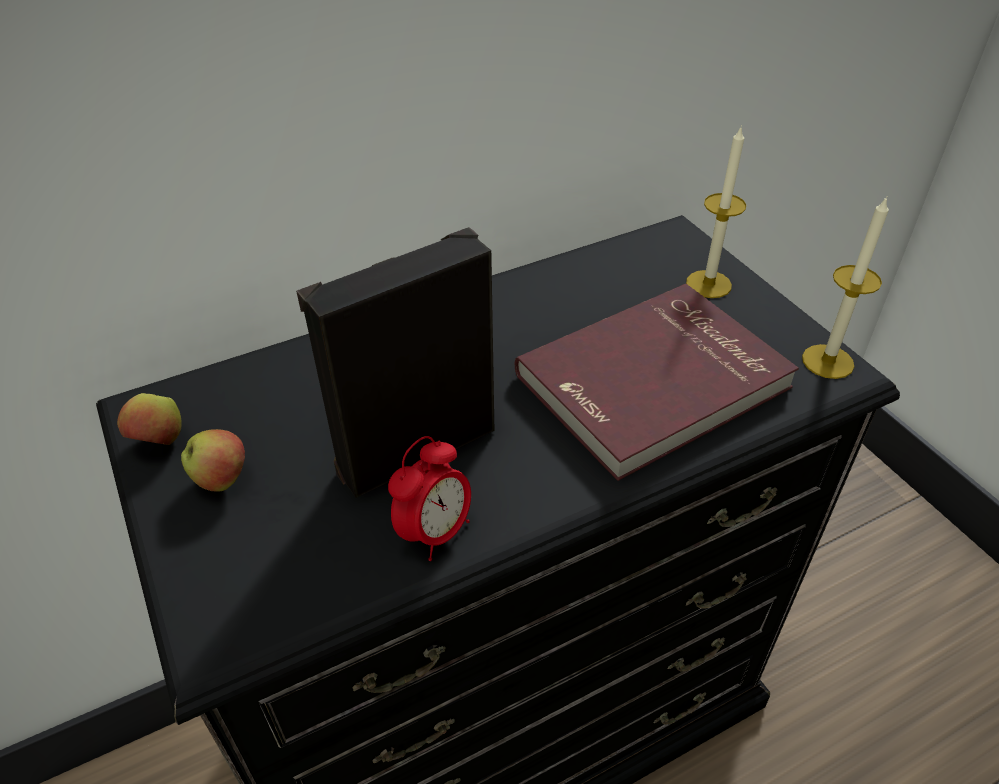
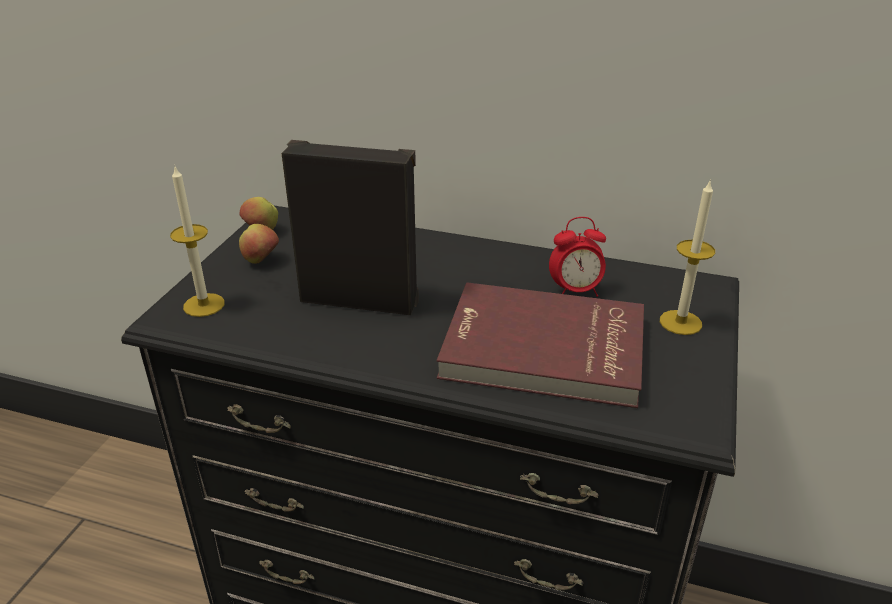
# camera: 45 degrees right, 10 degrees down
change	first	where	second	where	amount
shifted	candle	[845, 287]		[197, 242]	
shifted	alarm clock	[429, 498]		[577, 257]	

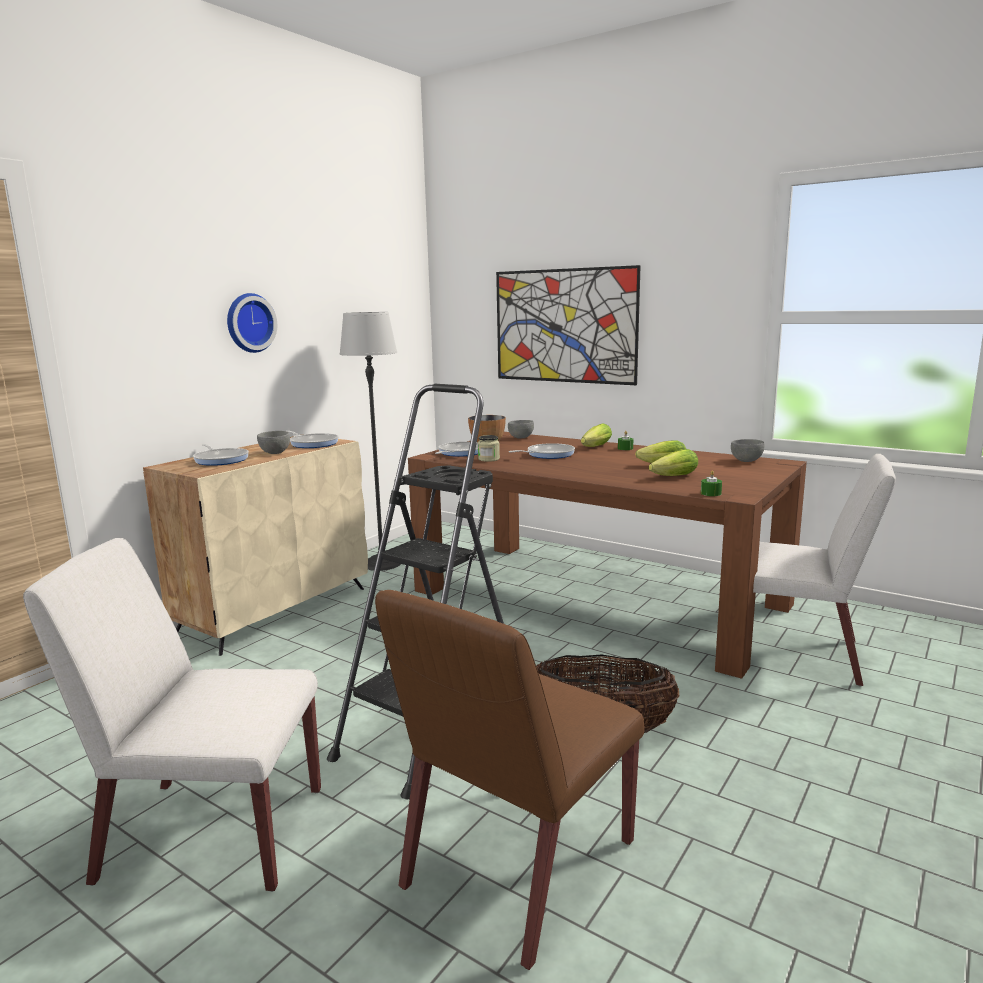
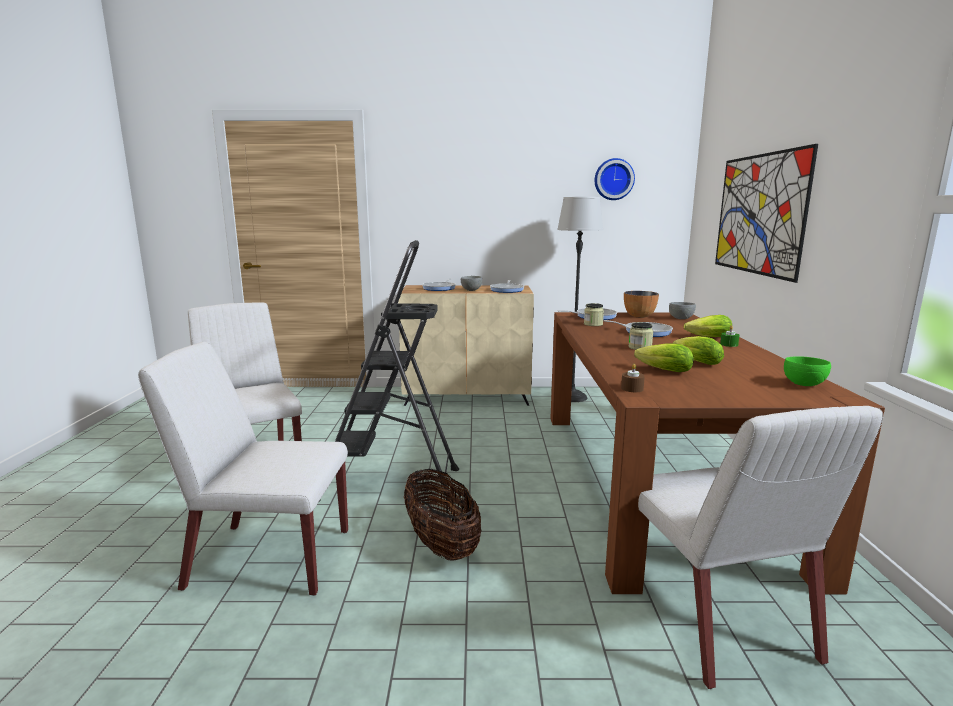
# camera: 55 degrees right, 0 degrees up
change	first	where	second	where	amount
repainted	brown chair	[509, 780]	white chair	[243, 469]	
shifted	wall clock	[252, 323]		[615, 179]	
repainted	green candle	[711, 483]	brown candle	[633, 378]	
new			jar	[641, 336]	
repainted	grey bowl	[747, 450]	green bowl	[807, 371]	

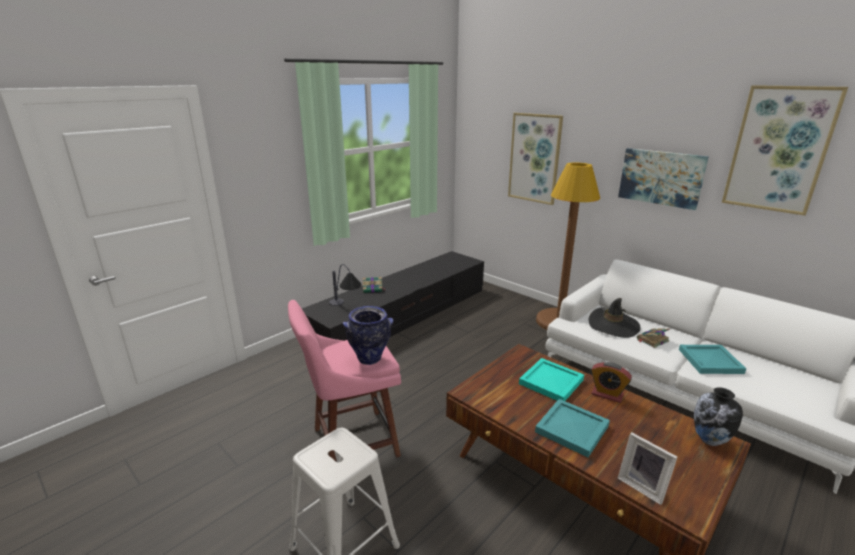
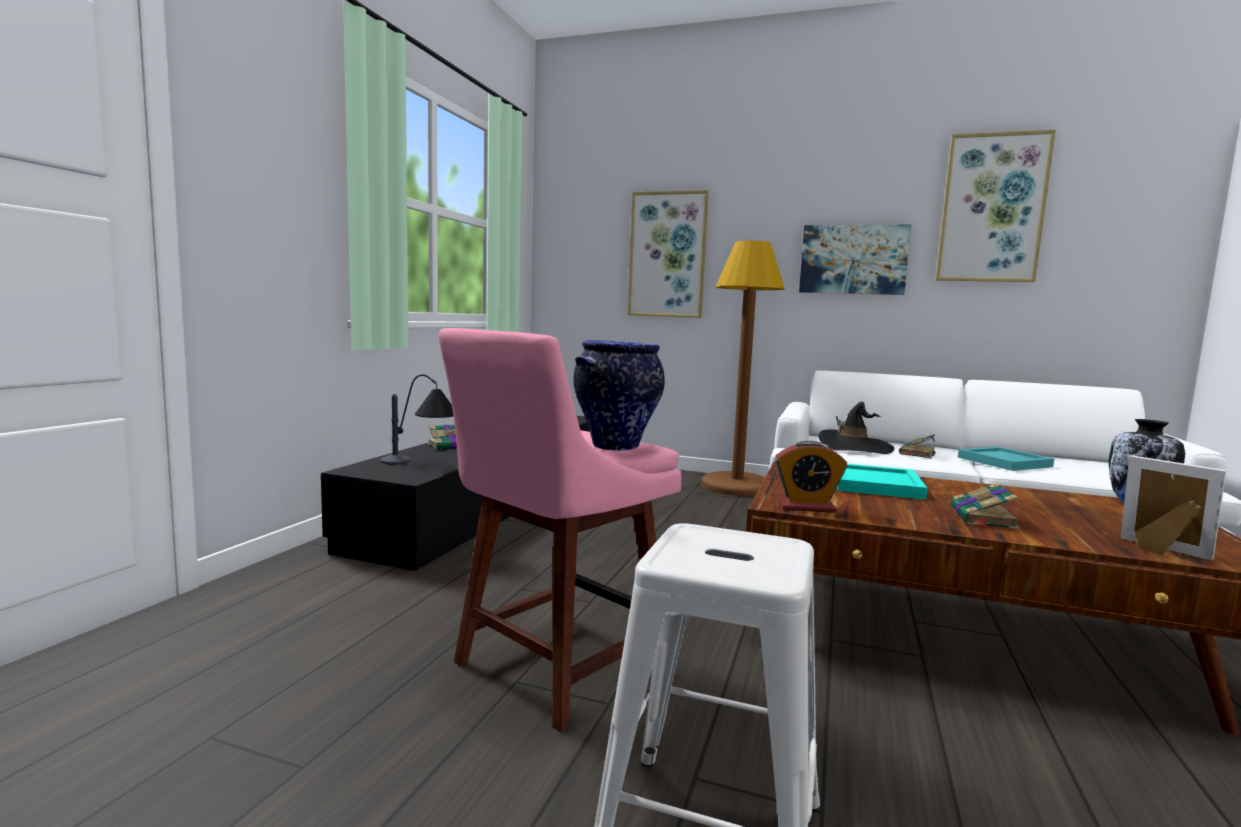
# camera: 25 degrees left, 15 degrees down
change	first	where	second	where	amount
shifted	alarm clock	[611, 382]		[811, 477]	
swapped	turquoise tray	[572, 428]	book	[984, 506]	
rotated	picture frame	[647, 468]		[1173, 507]	150 degrees counterclockwise

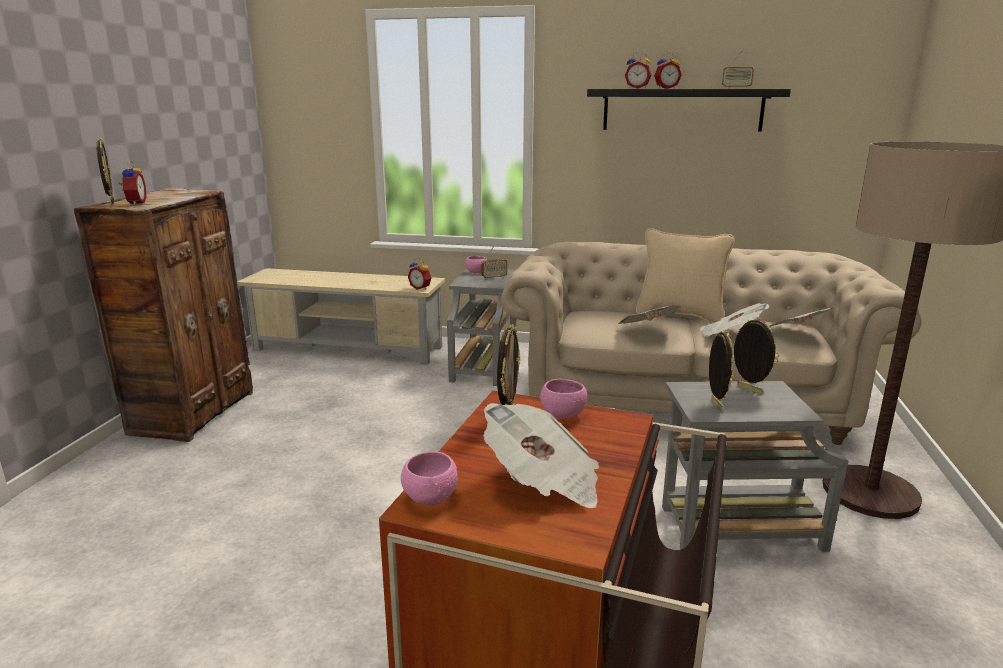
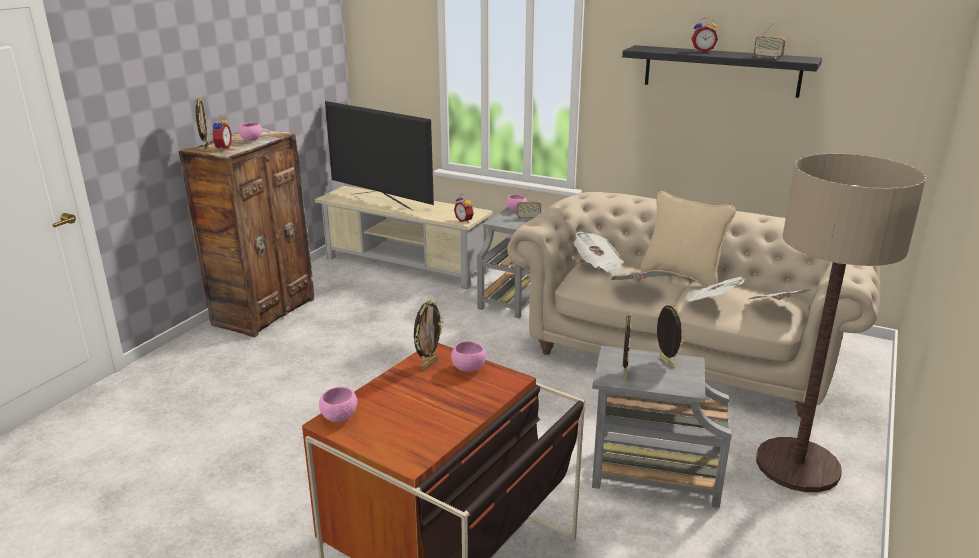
# camera: 15 degrees right, 5 degrees up
change	first	where	second	where	amount
new			pink bowl	[250, 131]	
new			television	[379, 155]	
shifted	newspaper	[541, 455]		[599, 253]	
gone	alarm clock	[638, 70]			

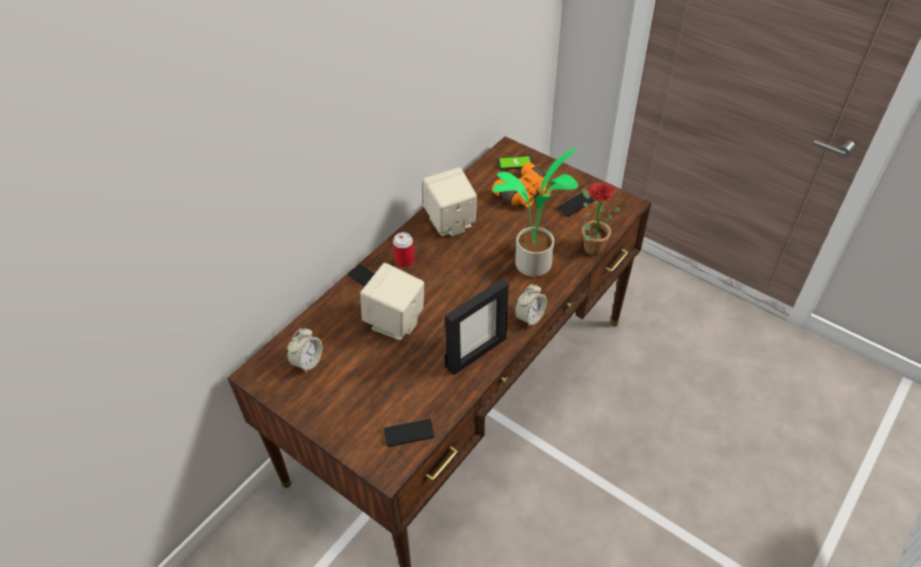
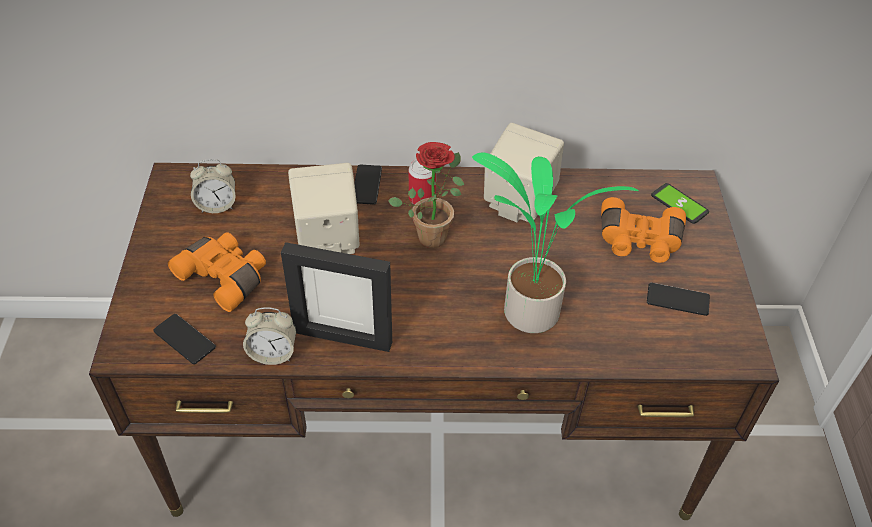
# camera: 50 degrees right, 0 degrees up
change	first	where	second	where	amount
new			orange binoculars	[217, 272]	
shifted	alarm clock	[530, 305]		[269, 336]	
shifted	potted plant	[601, 219]		[426, 195]	

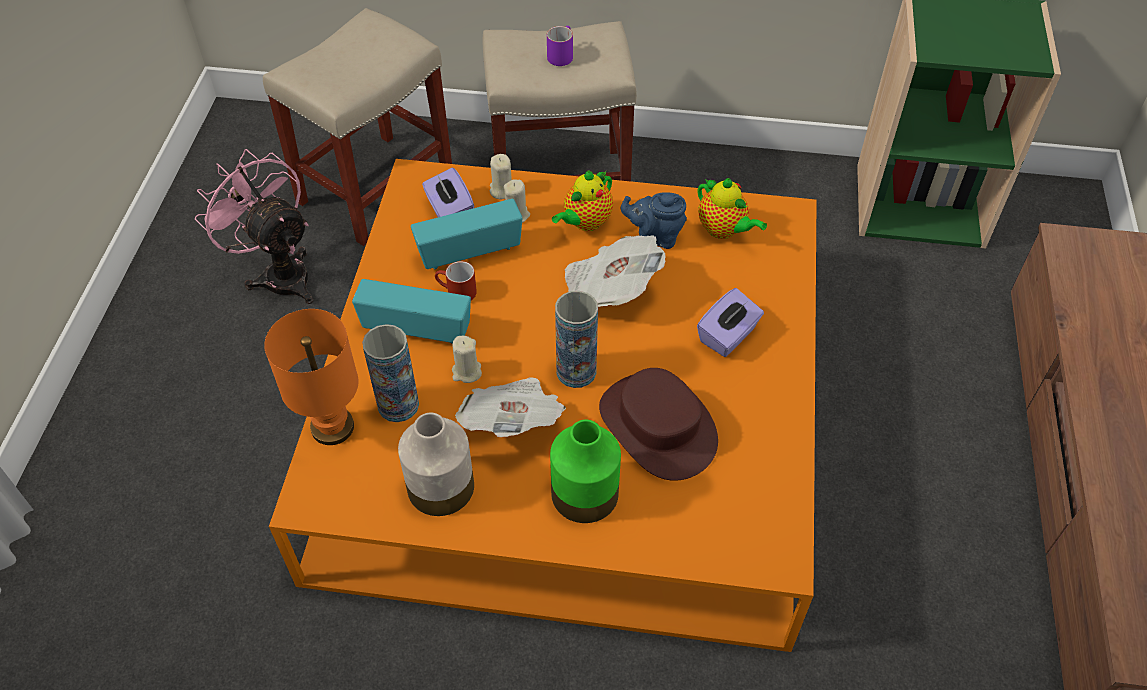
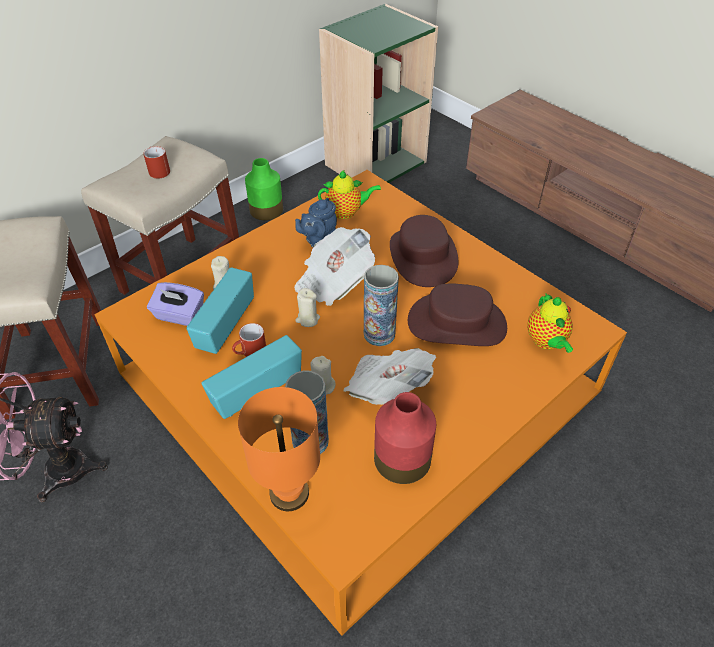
# camera: 50 degrees left, 5 degrees down
change	first	where	second	where	amount
repainted	purple mug	[560, 46]	red mug	[156, 162]	
shifted	green vase	[585, 471]		[264, 189]	
shifted	beige candle	[501, 176]		[307, 307]	
repainted	beige vase	[436, 464]	red vase	[405, 438]	
swapped	purple tissue box	[730, 322]	brown hat	[424, 251]	
shifted	teapot	[582, 201]		[550, 323]	

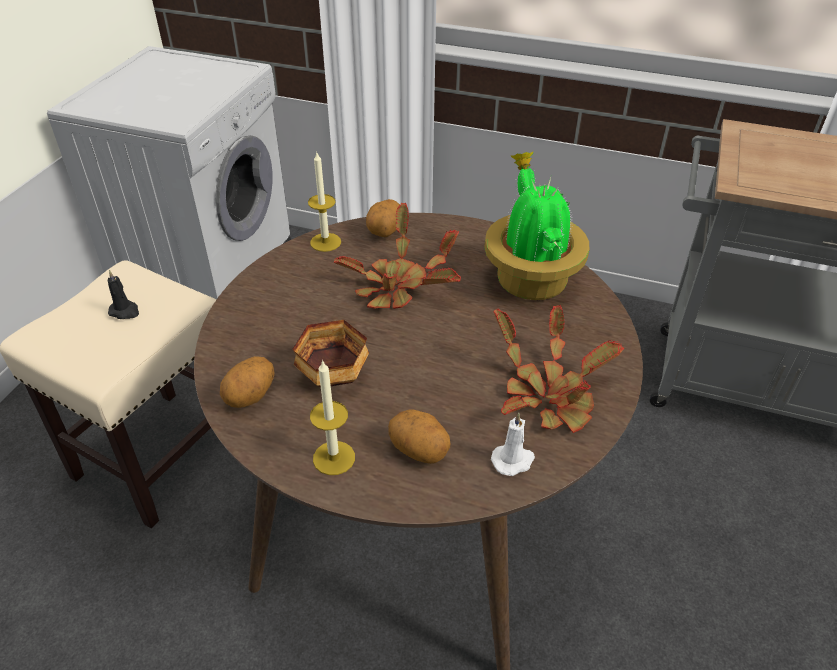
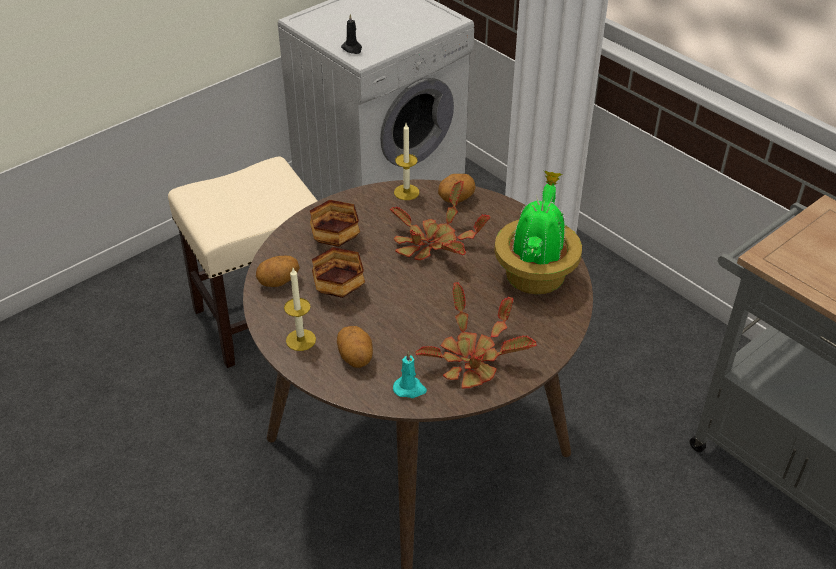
# camera: 30 degrees right, 0 degrees up
change	first	where	second	where	amount
new			bowl	[335, 223]	
shifted	black candle	[123, 294]		[351, 34]	
repainted	white candle	[513, 444]	turquoise candle	[410, 374]	

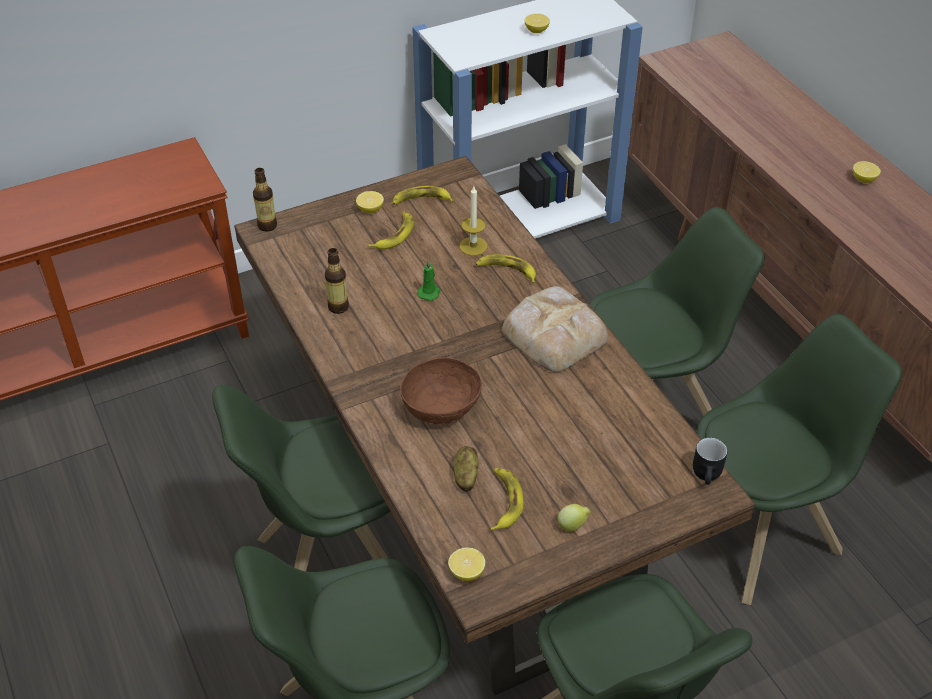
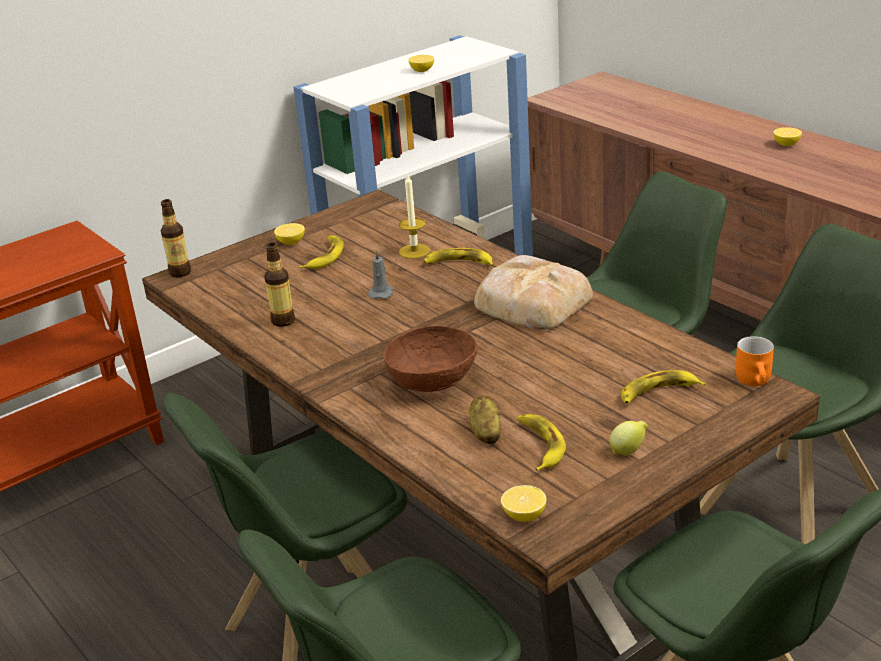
# camera: 10 degrees left, 15 degrees down
change	first	where	second	where	amount
repainted	green candle	[429, 280]	grey candle	[380, 274]	
shifted	banana	[423, 195]		[663, 387]	
repainted	black mug	[710, 461]	orange mug	[755, 361]	

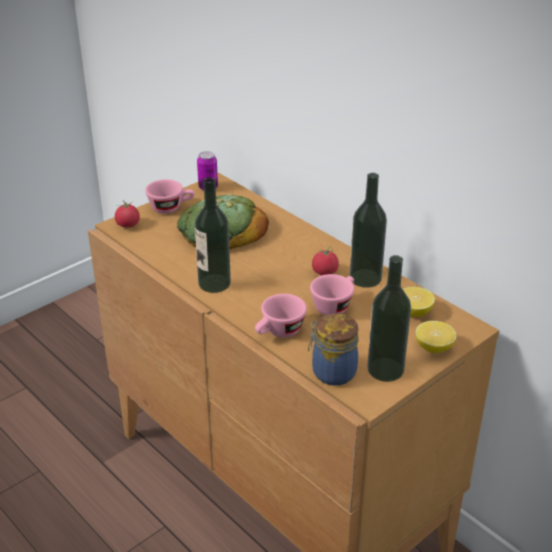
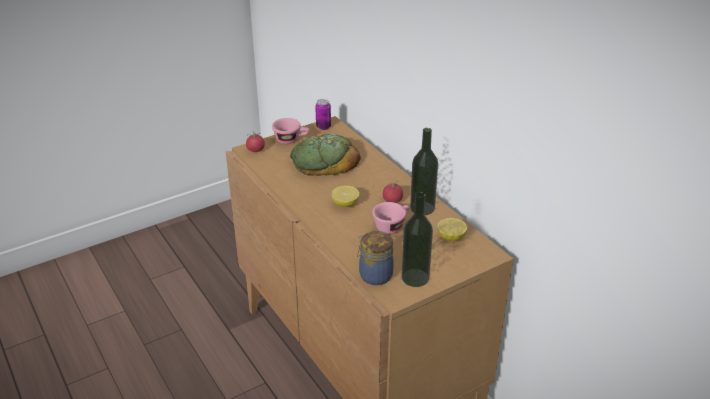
# camera: 10 degrees right, 0 degrees up
change	first	where	second	where	amount
shifted	lemon	[435, 337]		[345, 196]	
gone	bottle	[213, 235]			
gone	pink cup	[281, 315]			

